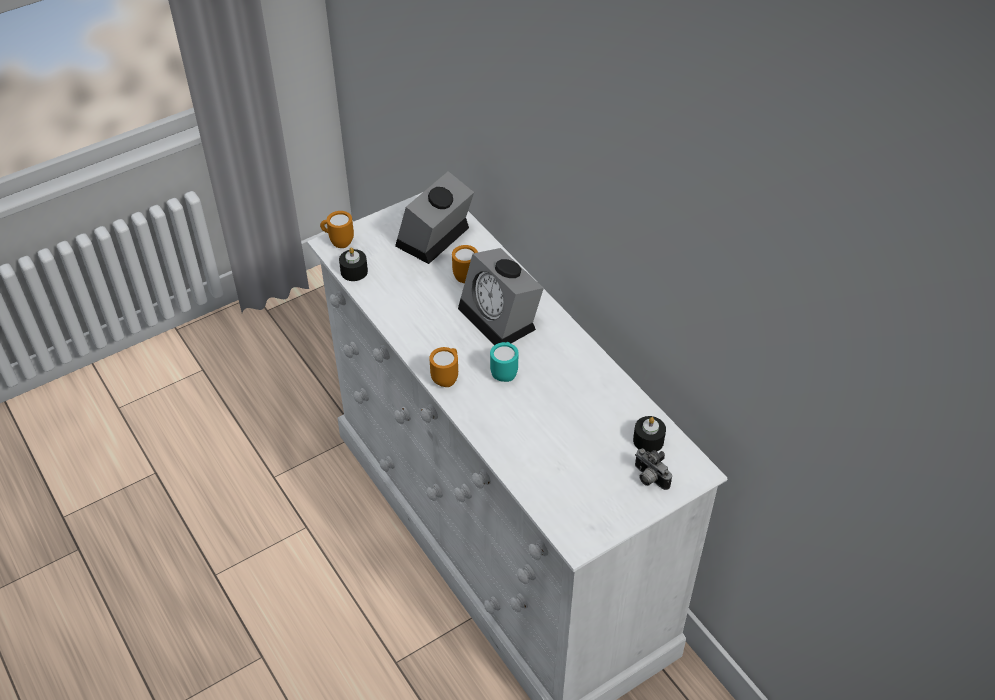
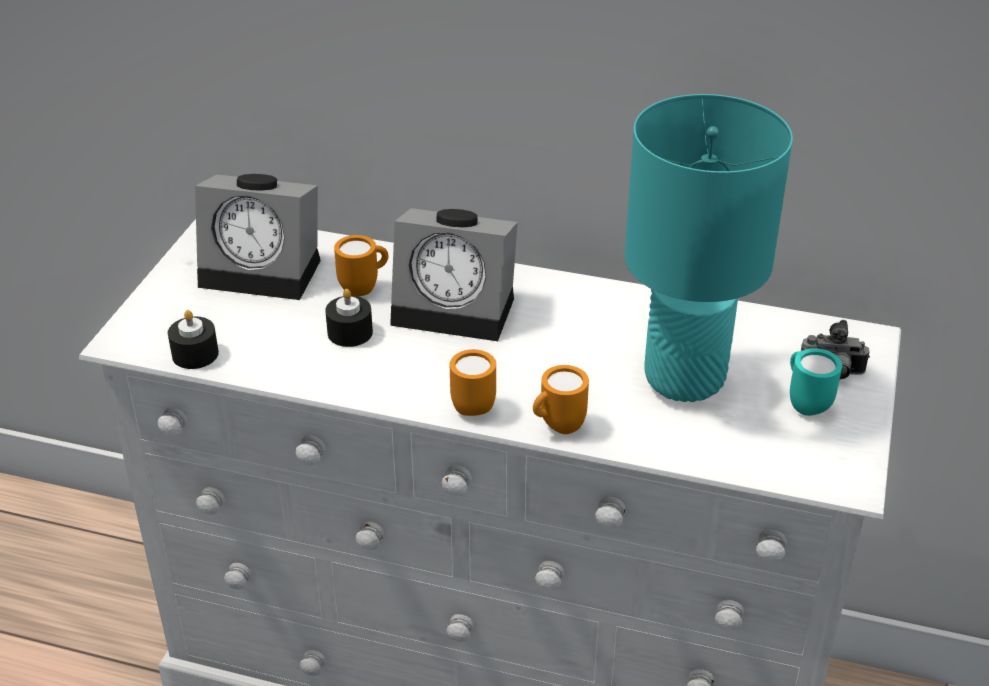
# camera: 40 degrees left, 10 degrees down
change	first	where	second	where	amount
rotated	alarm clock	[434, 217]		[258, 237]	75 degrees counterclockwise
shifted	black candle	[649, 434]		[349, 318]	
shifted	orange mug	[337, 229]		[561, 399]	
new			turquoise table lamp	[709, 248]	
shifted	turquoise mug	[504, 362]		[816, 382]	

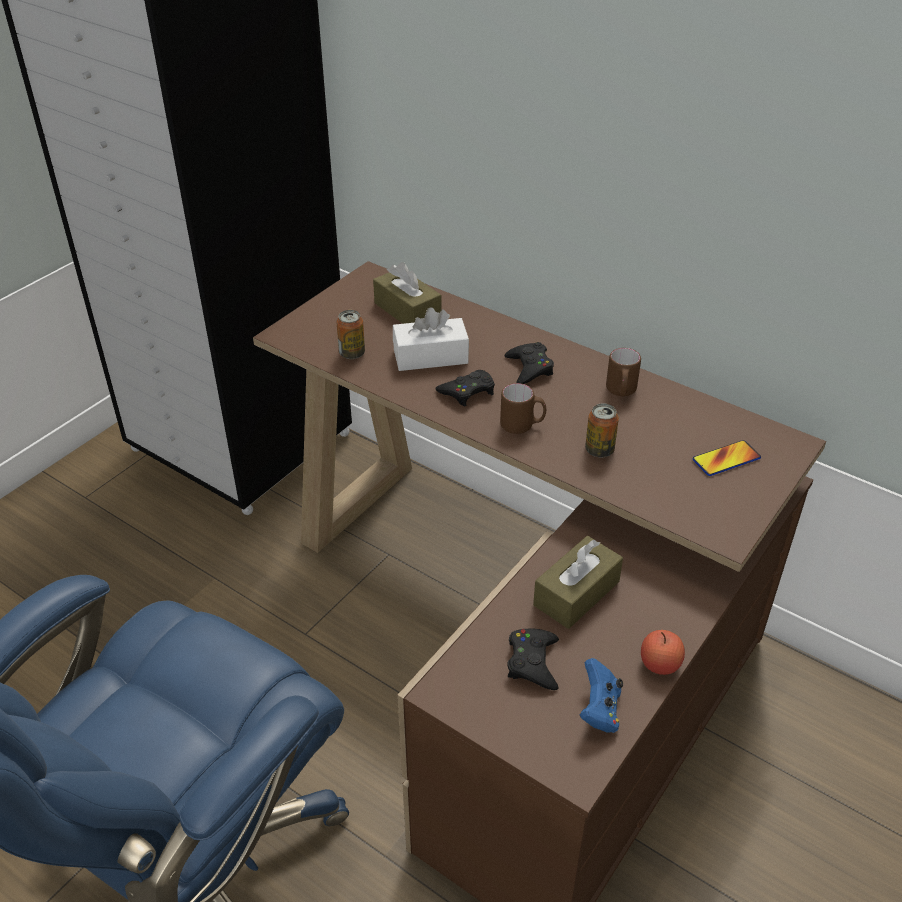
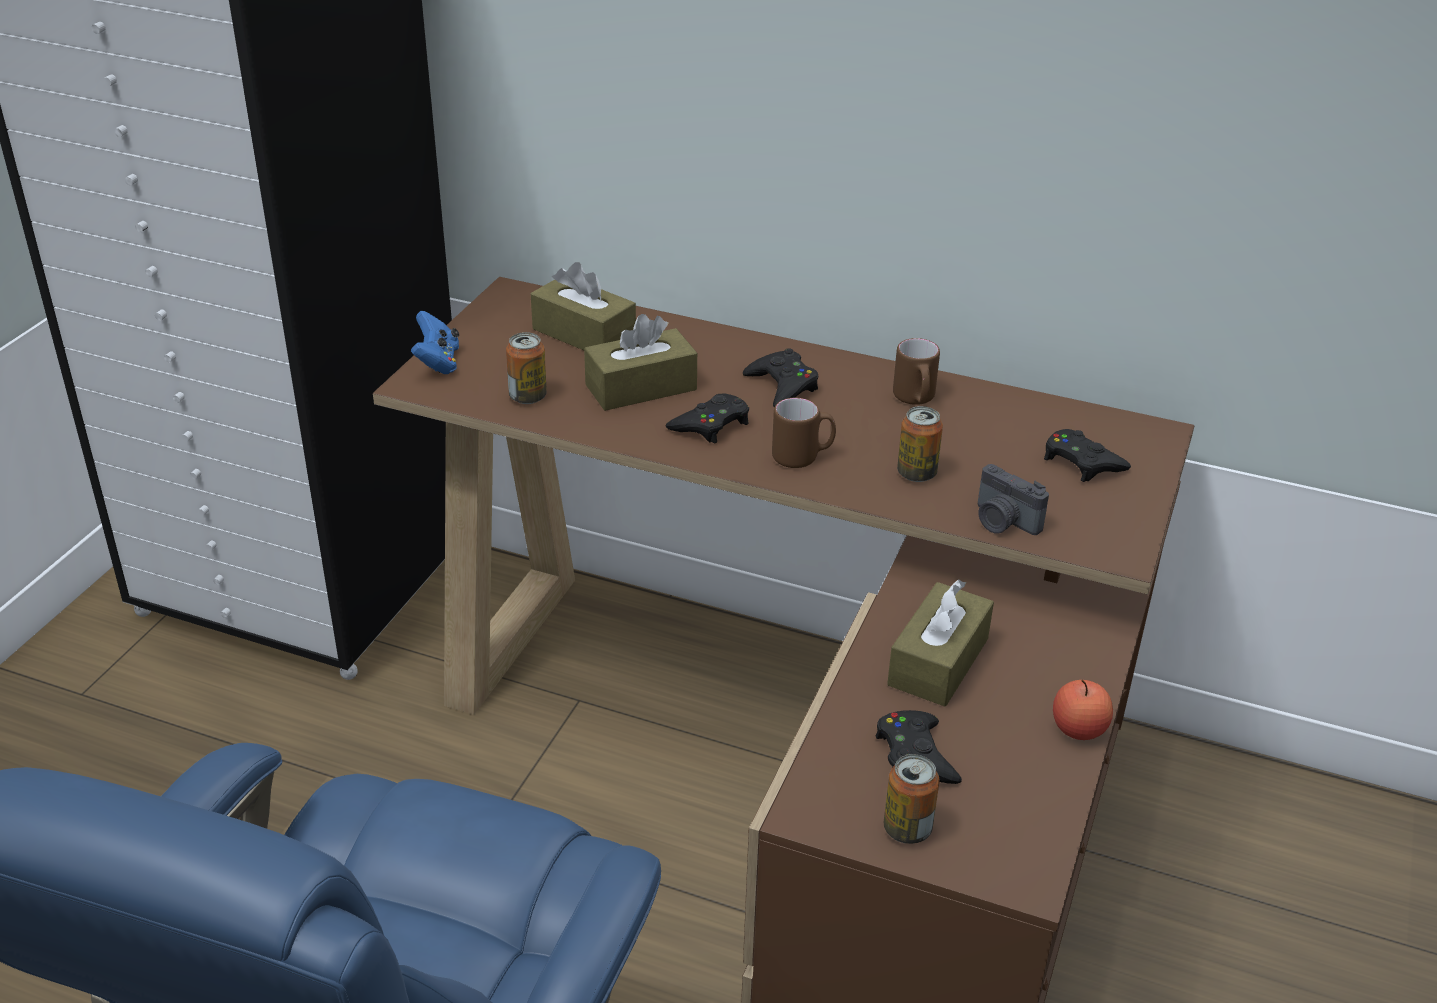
# camera: 15 degrees left, 5 degrees down
change	first	where	second	where	amount
shifted	blue game controller	[601, 695]		[435, 342]	
repainted	white tissue box	[431, 339]	brown tissue box	[640, 362]	
new			can	[911, 799]	
new			photo camera	[1013, 499]	
swapped	phone	[727, 458]	black game controller	[1087, 455]	

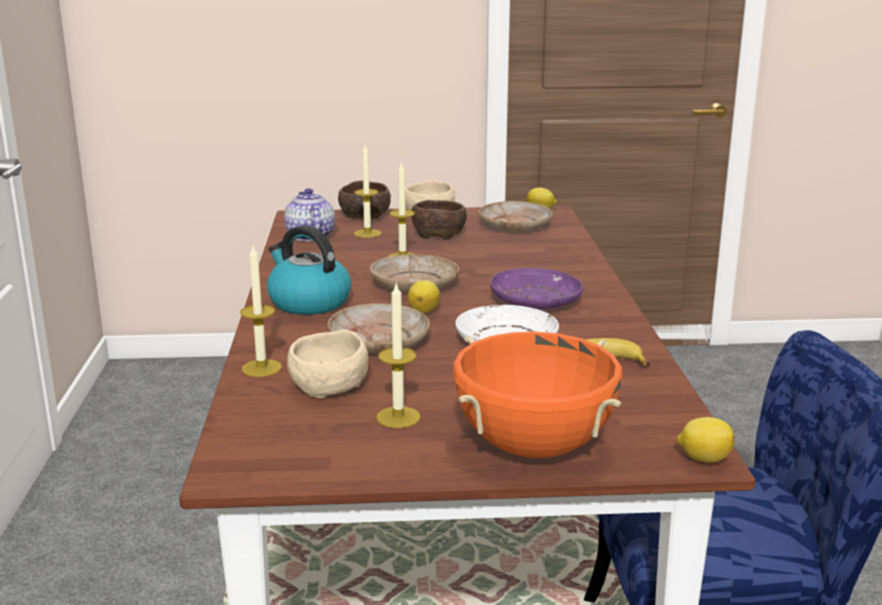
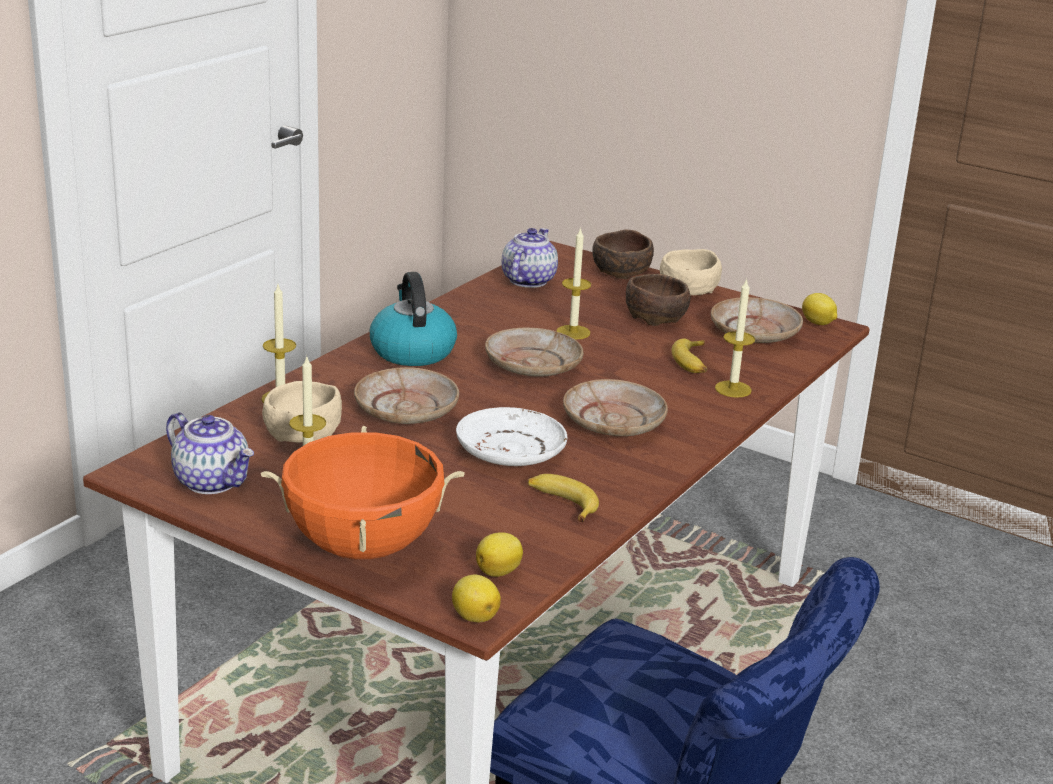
# camera: 35 degrees right, 5 degrees up
change	first	where	second	where	amount
new			teapot	[210, 453]	
shifted	lemon	[424, 296]		[499, 554]	
repainted	purple plate	[536, 288]	beige plate	[615, 407]	
new			banana	[689, 356]	
shifted	candle	[367, 191]		[735, 337]	

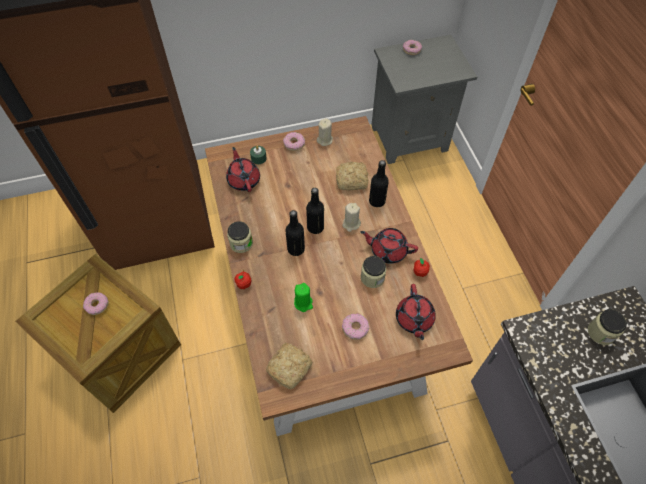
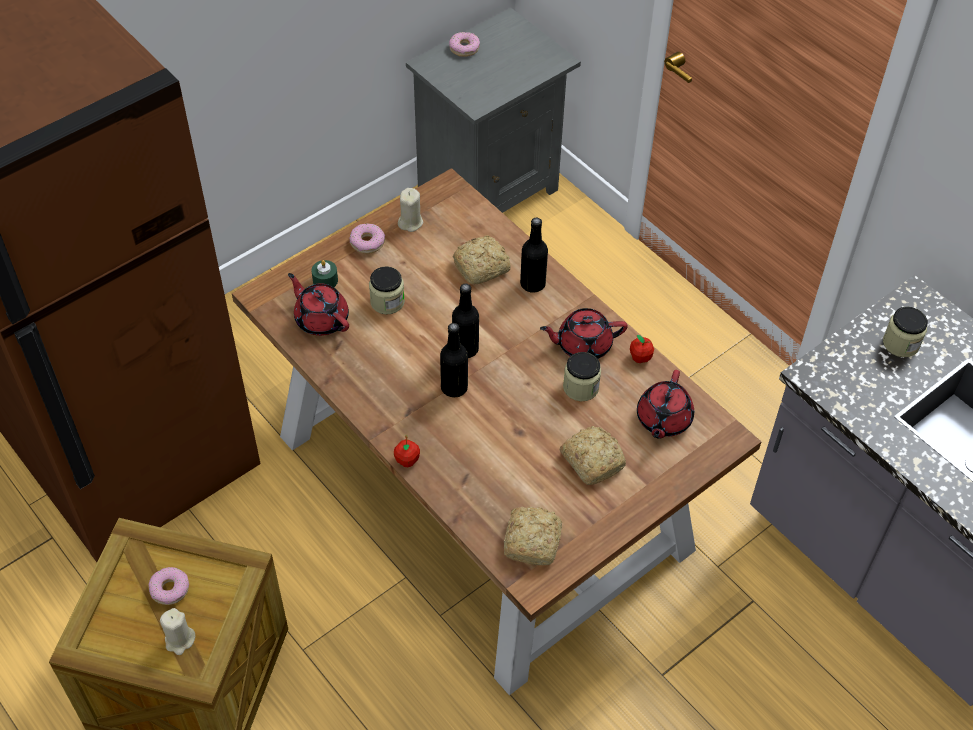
# camera: 25 degrees left, 5 degrees down
change	first	where	second	where	amount
shifted	beige candle	[352, 217]		[177, 631]	
shifted	jar	[240, 237]		[387, 290]	
swapped	donut	[355, 327]	bread	[593, 455]	
rotated	red teapot	[416, 312]		[665, 404]	45 degrees clockwise
gone	green candle	[303, 297]			

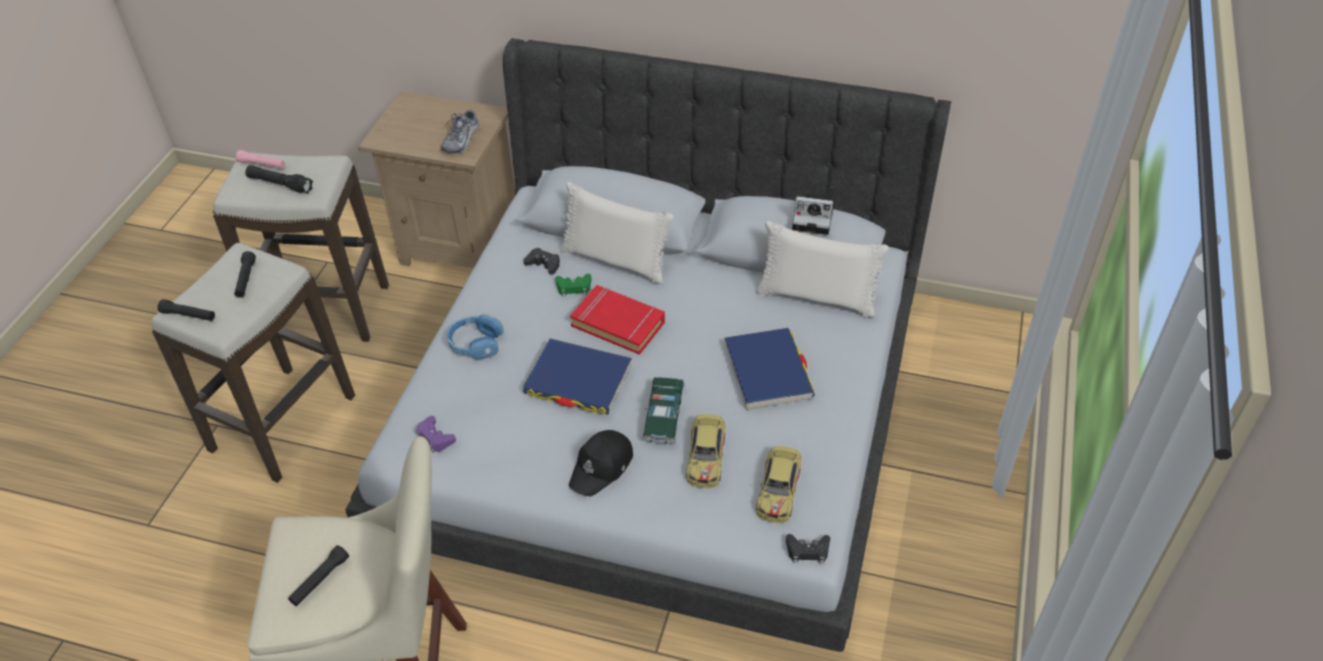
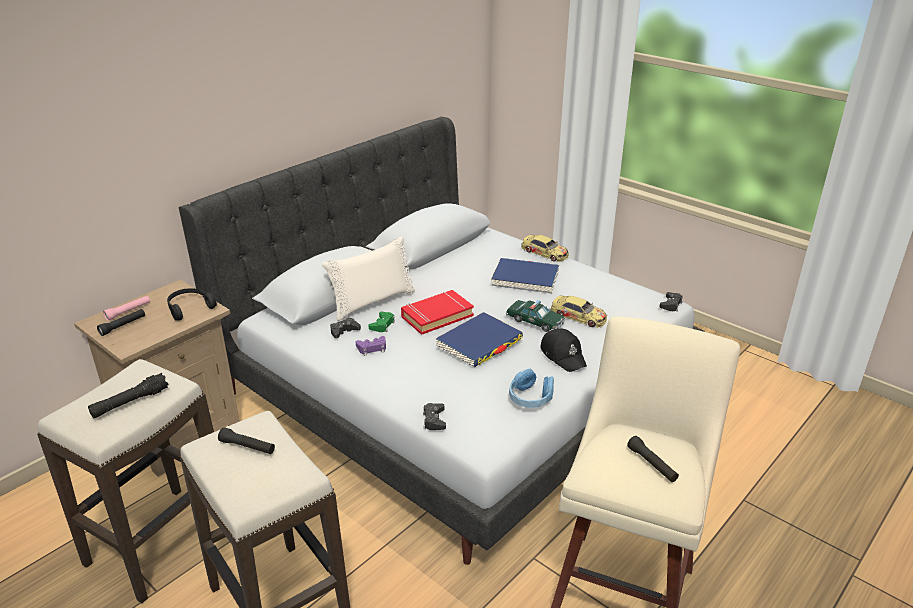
# camera: 65 degrees left, 15 degrees down
change	first	where	second	where	amount
shifted	black flashlight	[186, 310]		[121, 322]	
shifted	pink flashlight	[260, 159]		[126, 308]	
swapped	shoe	[460, 131]	black headphones	[192, 304]	
shifted	purple game controller	[436, 434]		[371, 346]	
new			black game controller	[434, 416]	
shifted	blue headphones	[475, 336]		[531, 388]	
shifted	toy car	[778, 484]		[545, 248]	
gone	white pillow	[822, 269]			
gone	photo camera	[813, 211]			

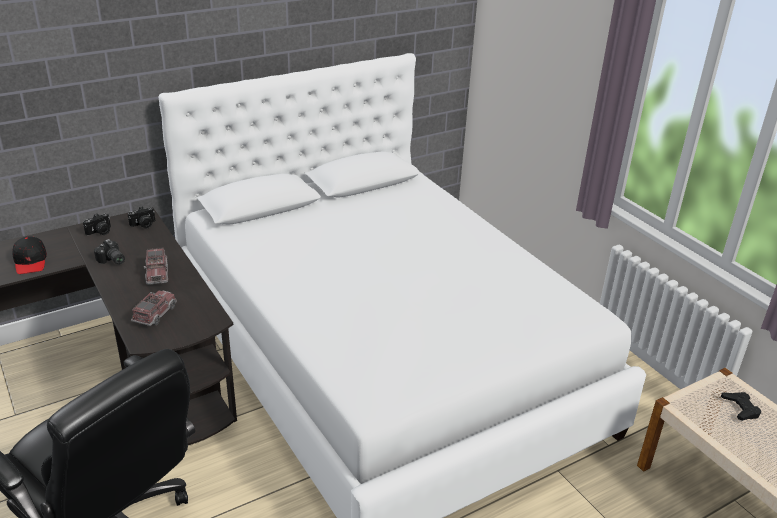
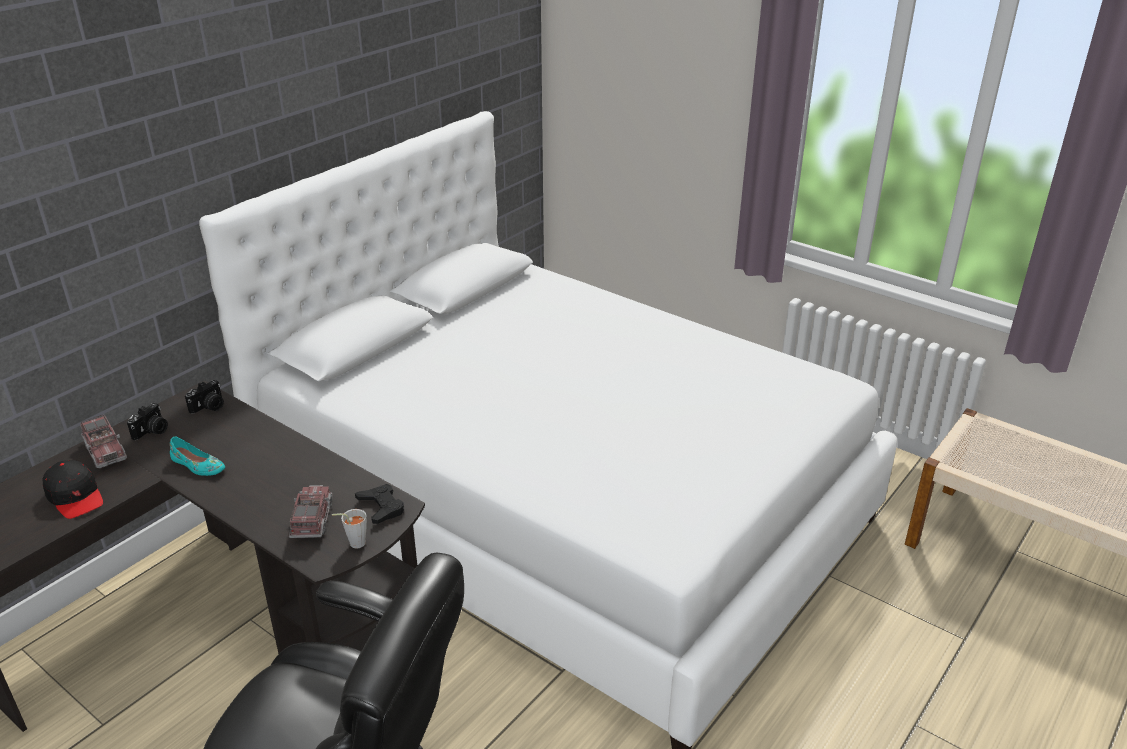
# camera: 20 degrees left, 0 degrees up
change	first	where	second	where	amount
shifted	toy truck	[156, 266]		[103, 441]	
swapped	photo camera	[109, 252]	turquoise shoe	[197, 456]	
new			grey cup	[349, 529]	
shifted	black game controller	[741, 406]		[379, 504]	

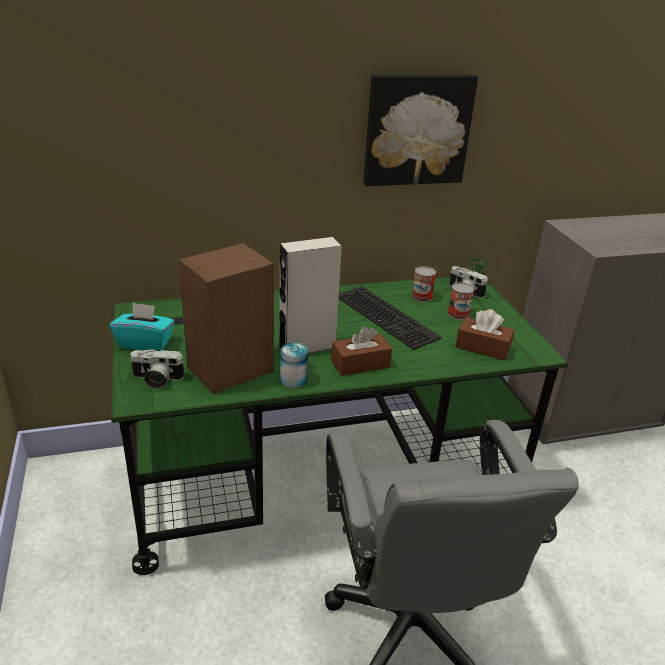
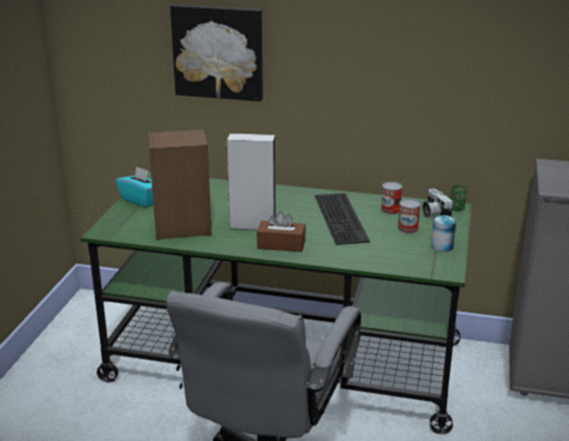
# camera: 30 degrees right, 5 degrees down
change	first	where	second	where	amount
shifted	picture	[420, 130]		[216, 53]	
shifted	can	[294, 365]		[443, 233]	
gone	photo camera	[157, 369]			
gone	brown tissue box	[484, 335]			

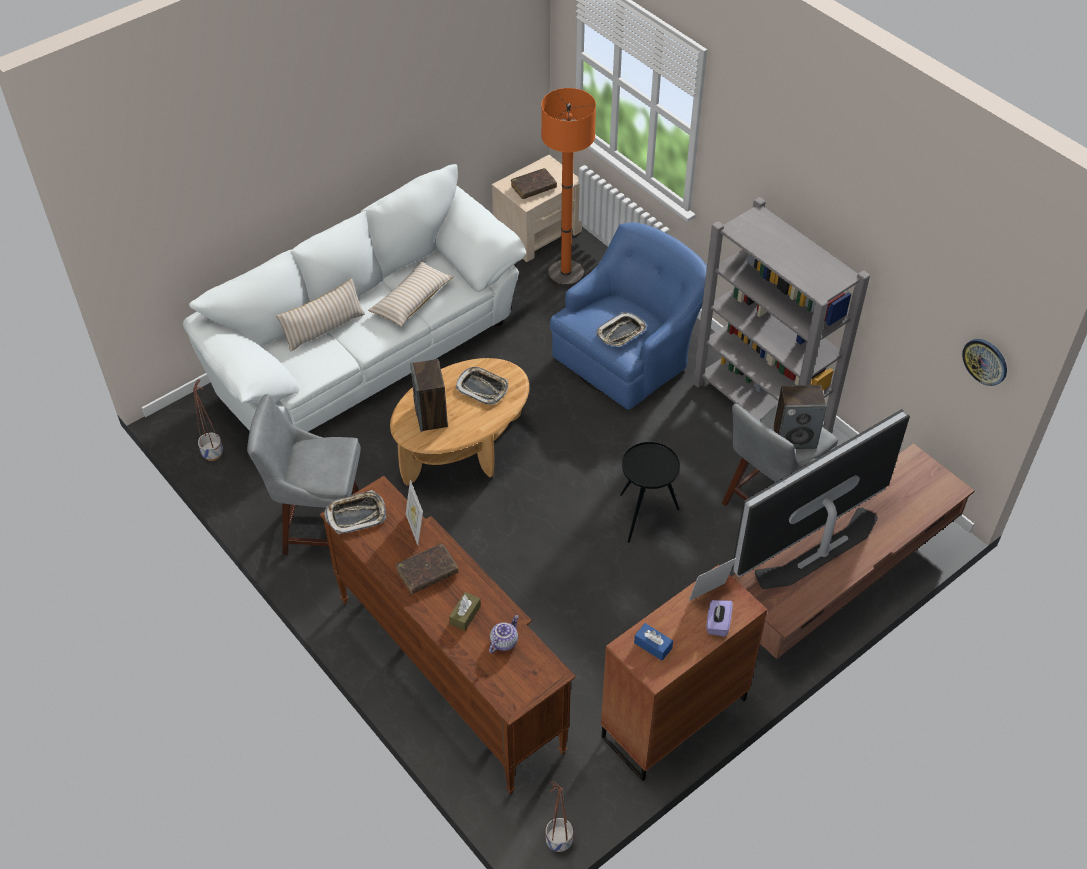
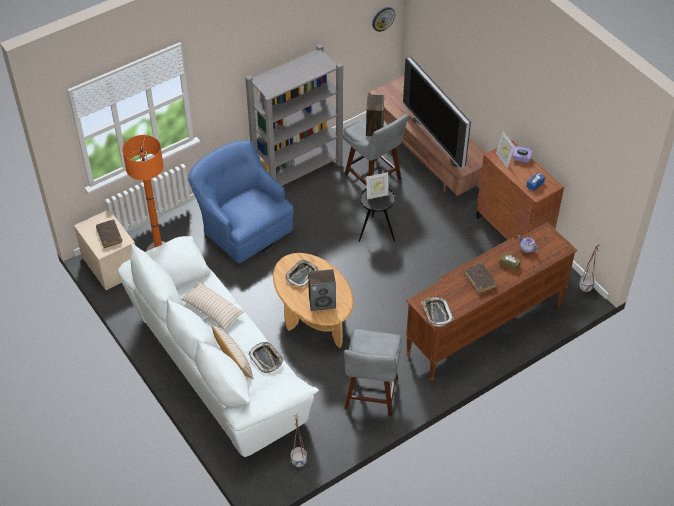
# camera: 85 degrees left, 0 degrees up
change	first	where	second	where	amount
shifted	tray	[621, 329]		[266, 357]	
shifted	picture frame	[414, 512]		[377, 185]	

